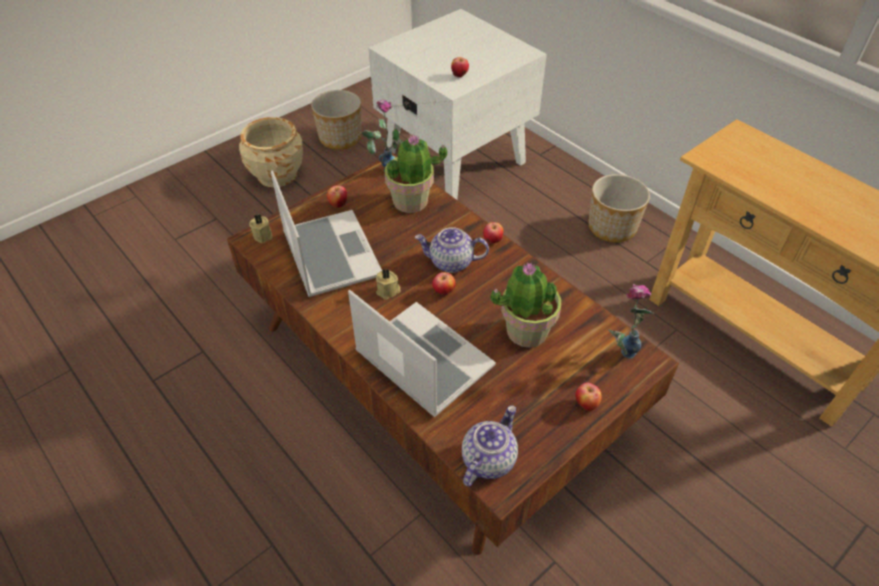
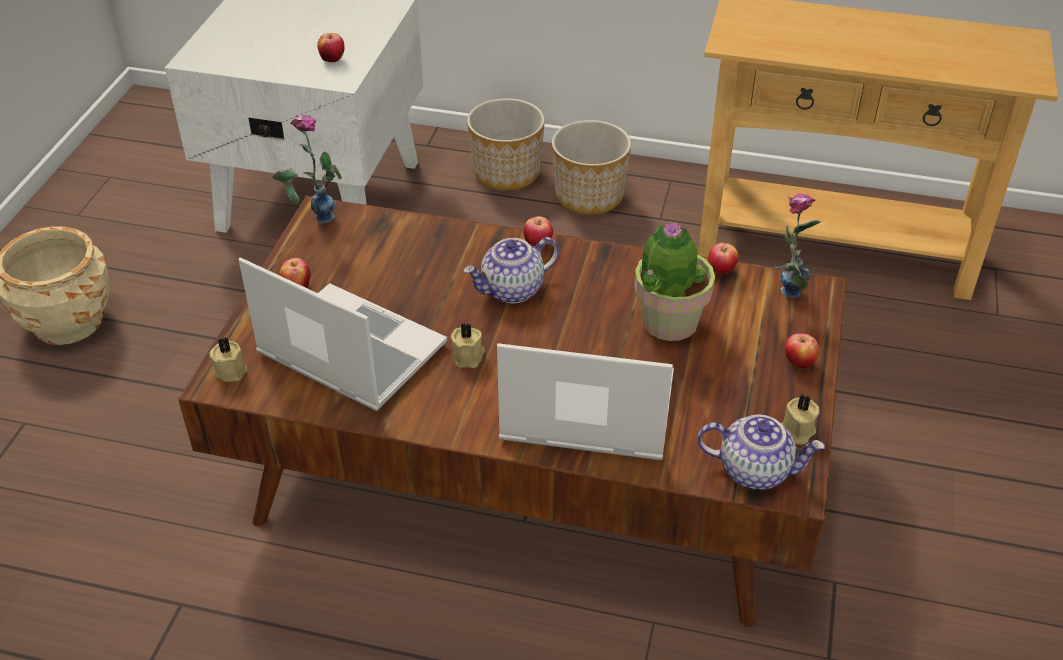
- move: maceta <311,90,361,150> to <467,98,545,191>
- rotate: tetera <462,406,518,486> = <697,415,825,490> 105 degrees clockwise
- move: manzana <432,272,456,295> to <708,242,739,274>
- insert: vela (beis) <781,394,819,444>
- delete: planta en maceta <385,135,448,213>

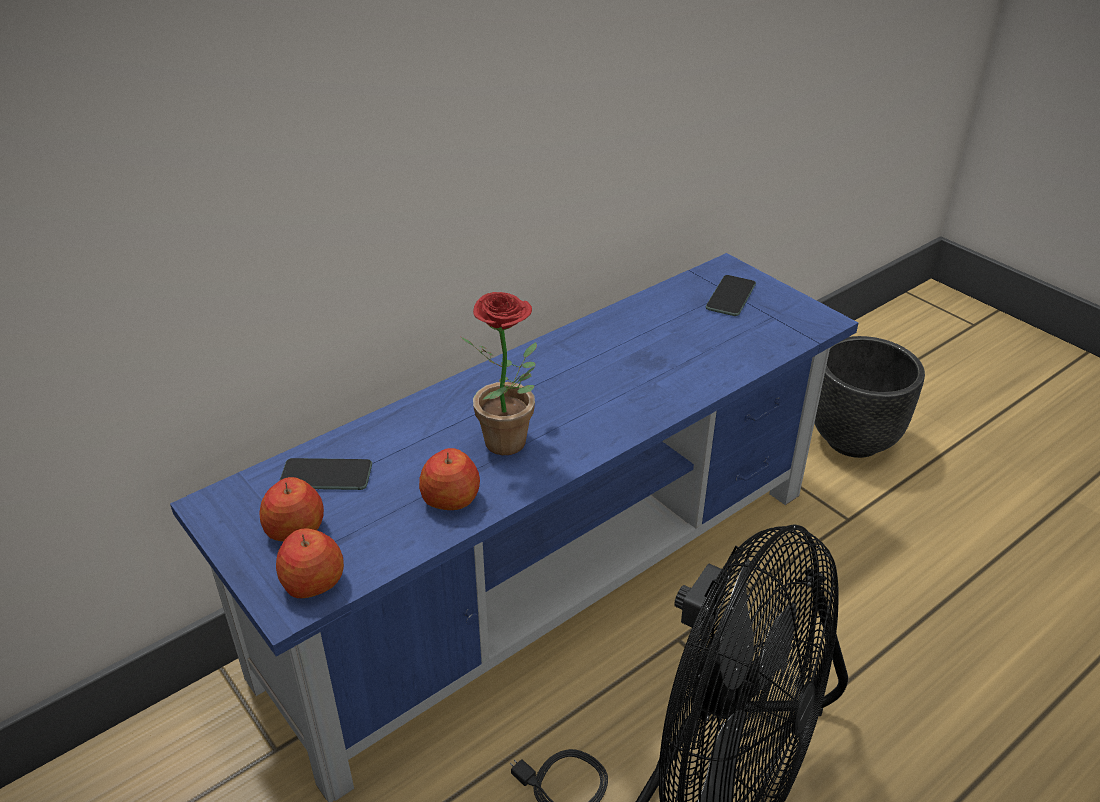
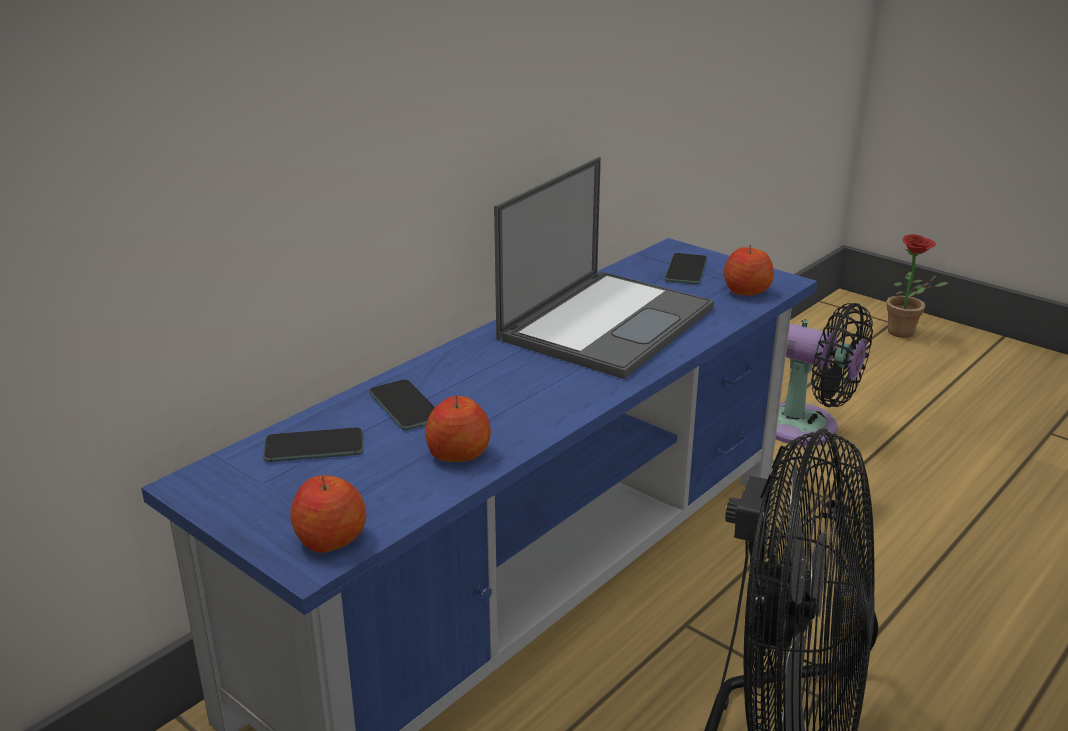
- insert: móvil <369,379,435,430>
- insert: portátil <494,157,714,379>
- move: manzana <259,477,324,542> to <724,244,774,296>
- replace: maceta (negro) <814,336,925,458> to ventilador (negro) <776,303,873,446>
- move: planta en maceta <461,292,537,455> to <886,234,948,338>

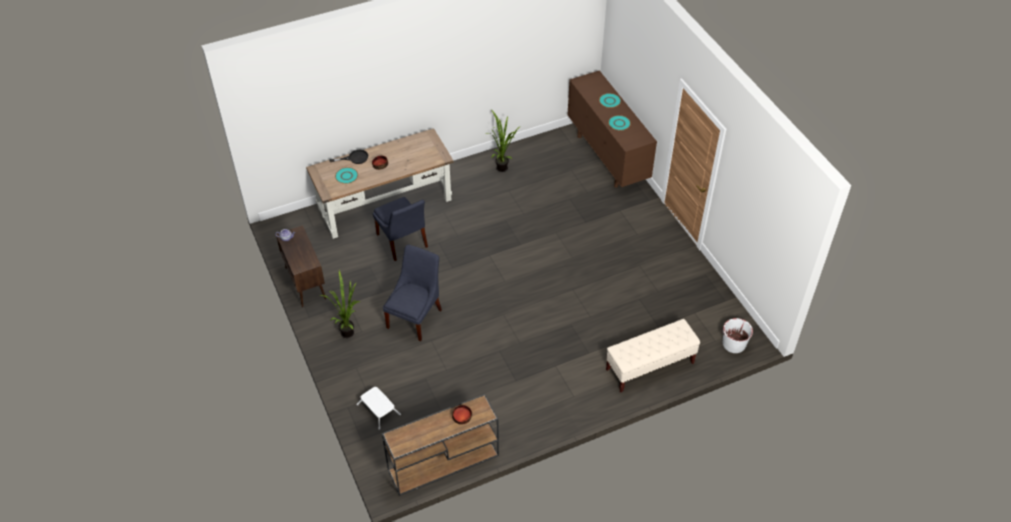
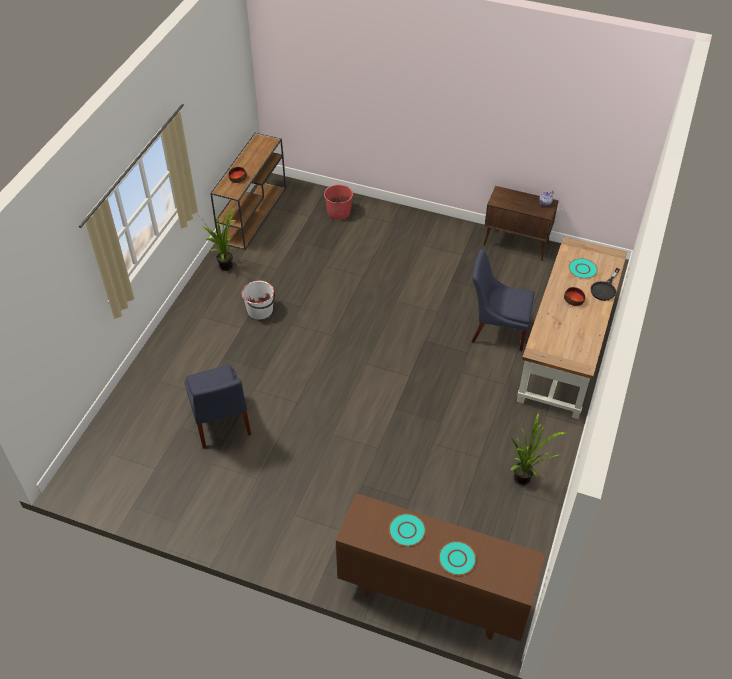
- move: silla (azul) <383,245,442,341> to <184,365,251,448>
- move: planta en maceta <319,271,360,338> to <196,207,236,271>
- move: cubo (blanco) <721,318,753,353> to <242,281,275,319>
- replace: escalera de tijera (blanco) <356,387,401,430> to cubo (rojo) <323,184,354,220>
- delete: banco (beis) <606,319,700,392>

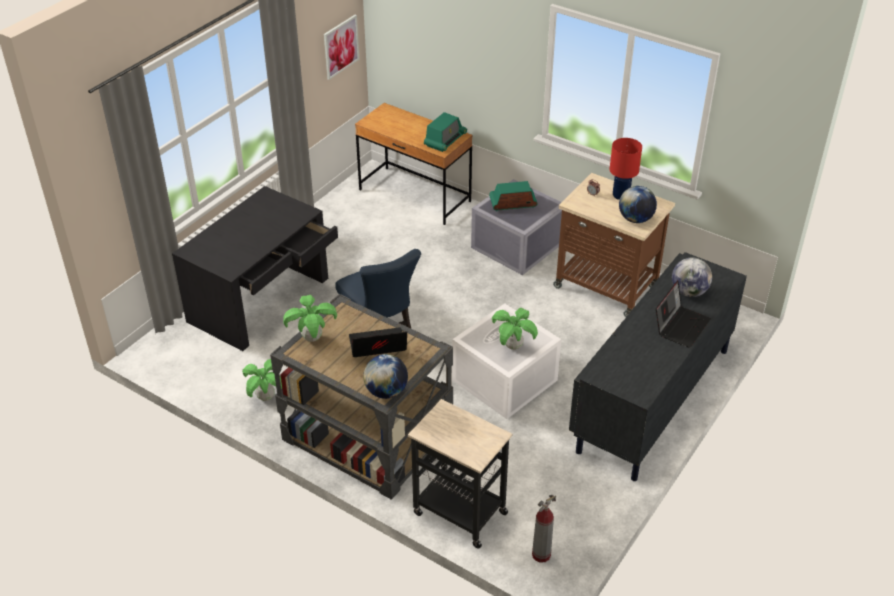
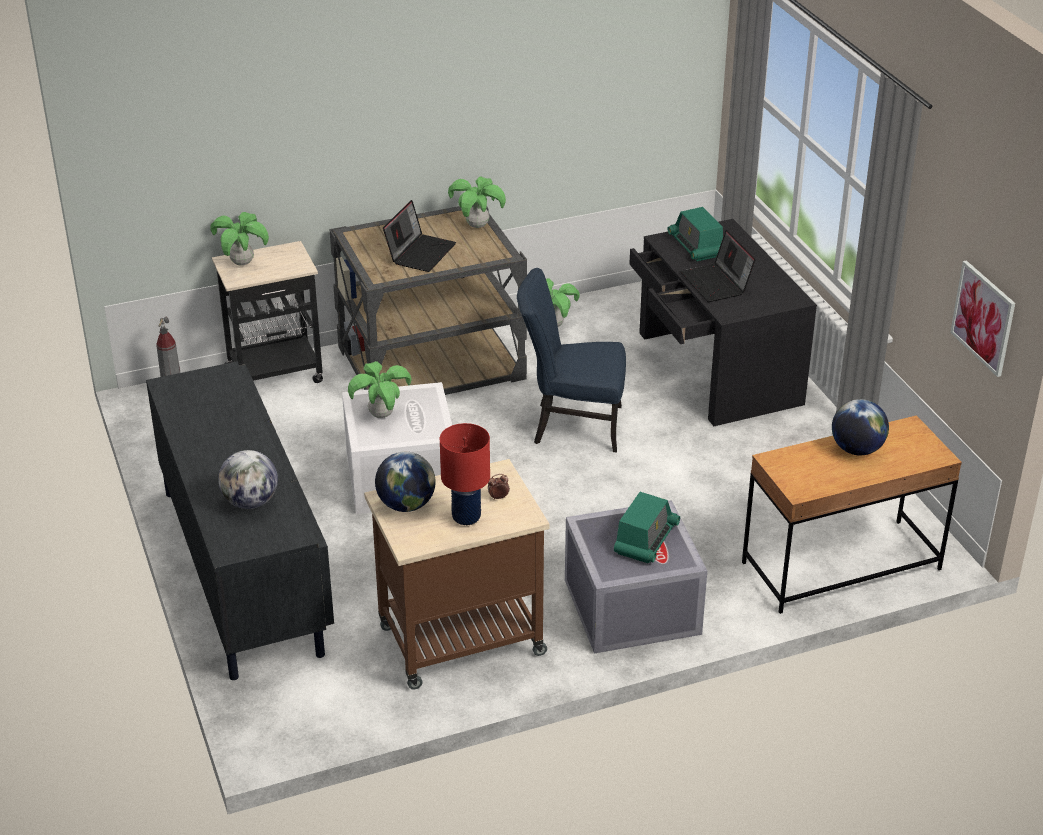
- insert: planta en maceta <211,212,269,265>
- move: radio <424,112,467,152> to <667,207,723,261>
- move: portátil <656,280,711,348> to <681,230,756,302>
- move: globo terráqueo <363,354,408,399> to <832,399,889,455>

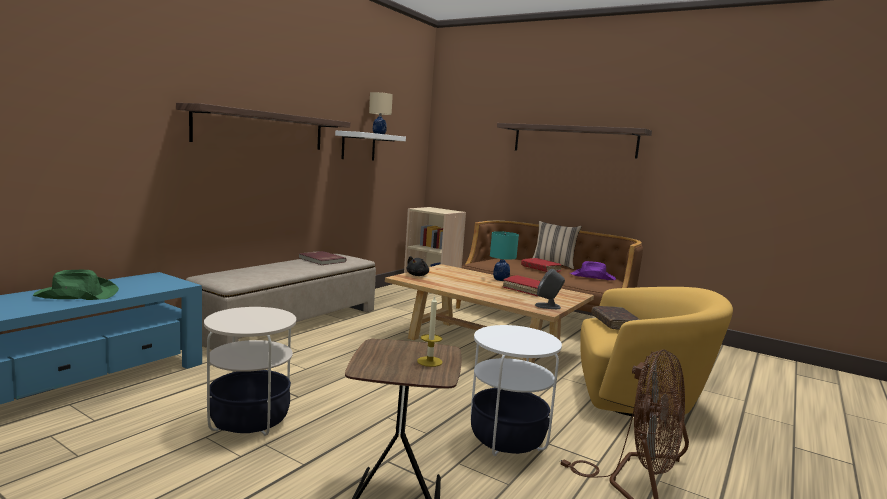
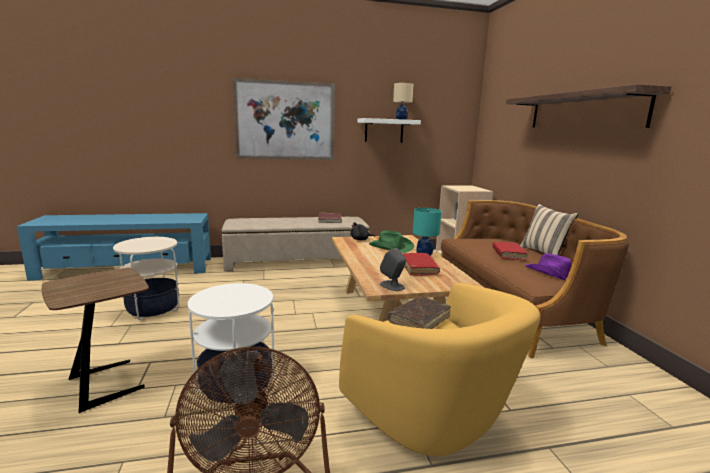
- replace: estante <176,103,350,150> to cuadro <233,78,335,160>
- move: sombrero (verde) <33,270,119,300> to <369,230,414,253>
- delete: vela <417,295,443,367>

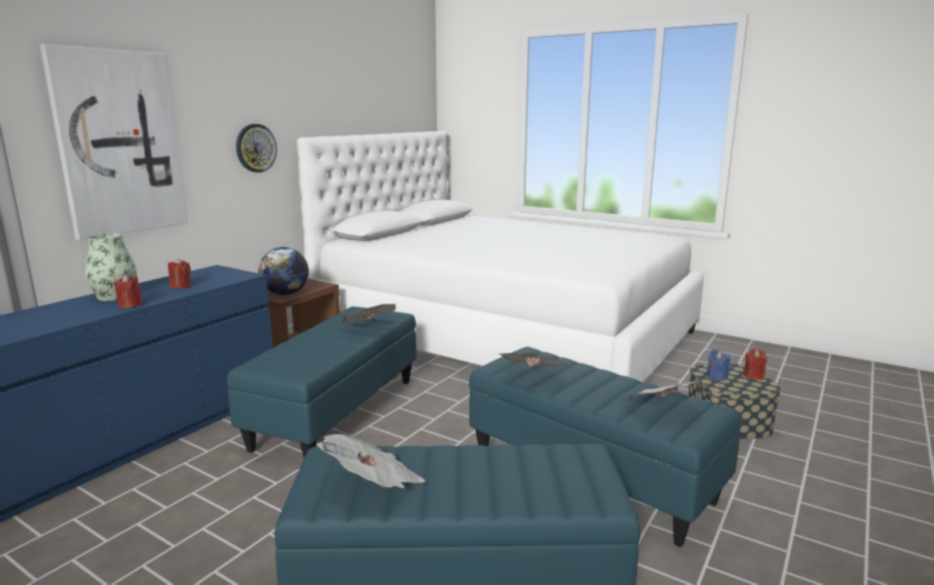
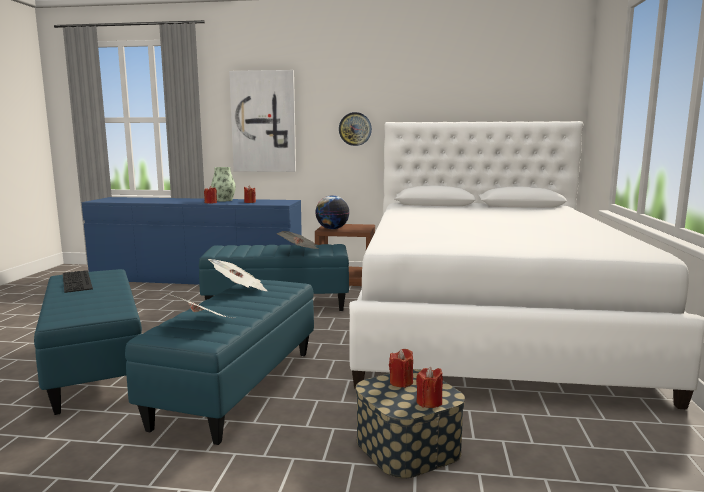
- replace: periódico <316,434,425,488> to teclado <63,270,93,293>
- recolor: vela (azul) <707,350,730,381> to vela (rojo) <389,349,413,388>

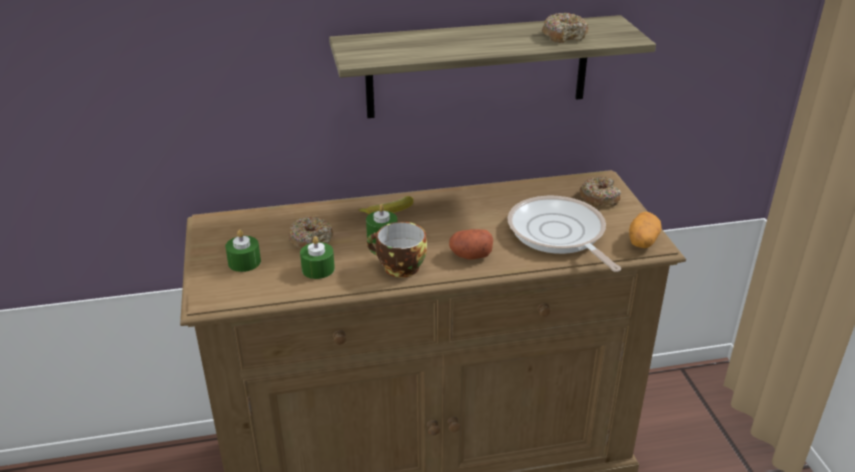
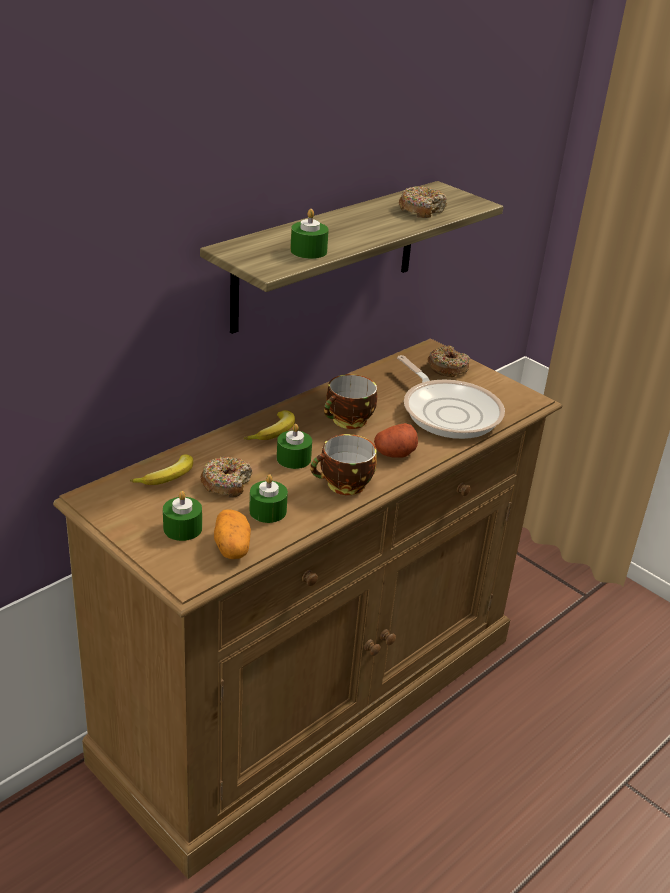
- insert: plátano <129,454,193,485>
- move: patata <629,212,662,248> to <214,510,251,559>
- insert: vela (verde) <290,209,329,259>
- insert: taza <324,374,377,429>
- rotate: sartén <508,196,621,272> = <397,355,505,439> 150 degrees counterclockwise

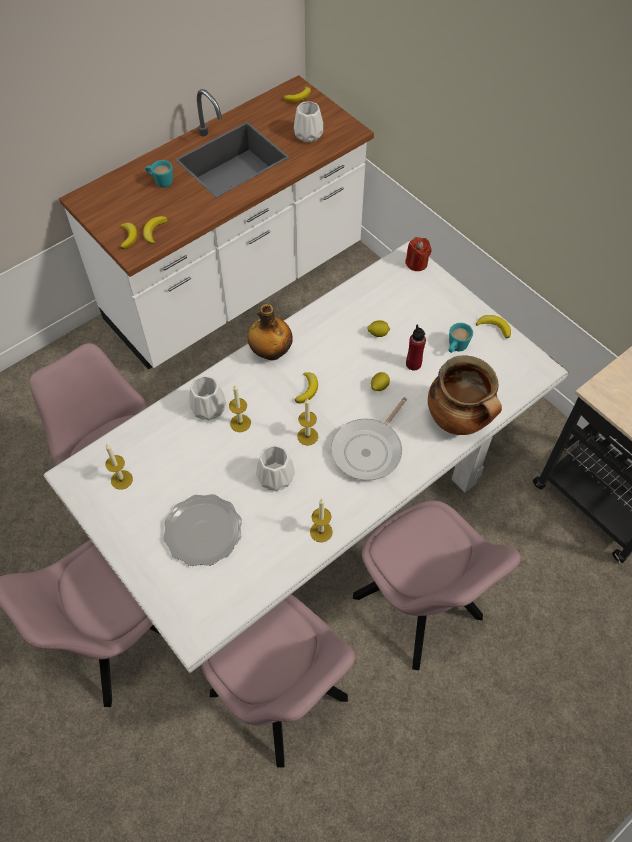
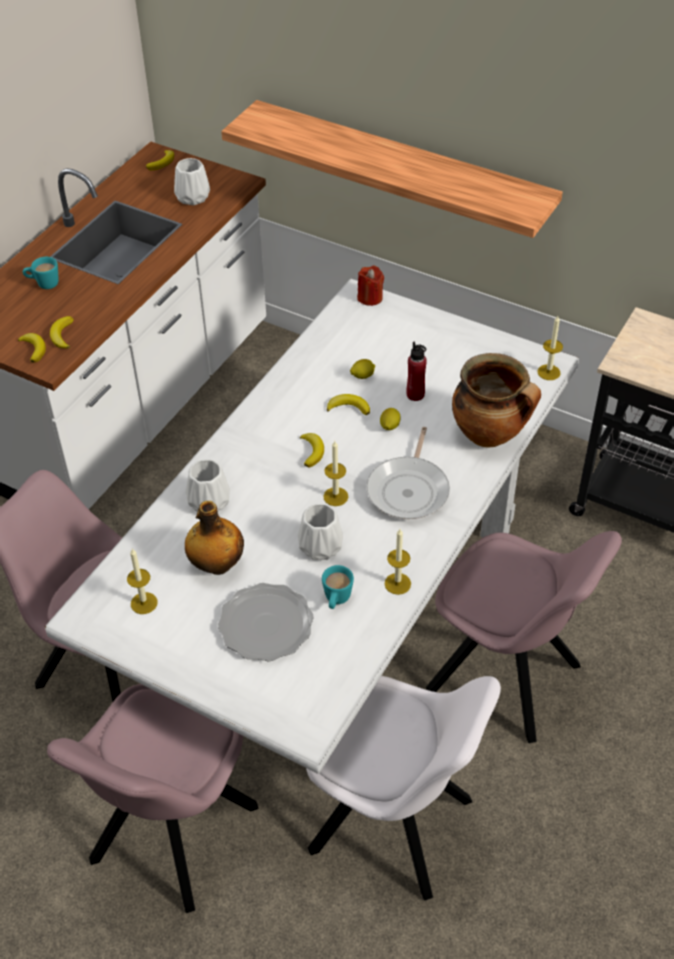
- move: botella <248,304,293,361> to <185,501,244,575>
- insert: estante <221,100,563,238>
- recolor: silla (rosa) <201,594,355,767> to silla (blanco) <306,676,501,901>
- move: taza grande (turquesa) <449,323,473,353> to <322,565,354,609>
- move: plátano <476,315,511,339> to <327,394,370,415>
- move: vela <229,385,251,432> to <538,316,563,380>

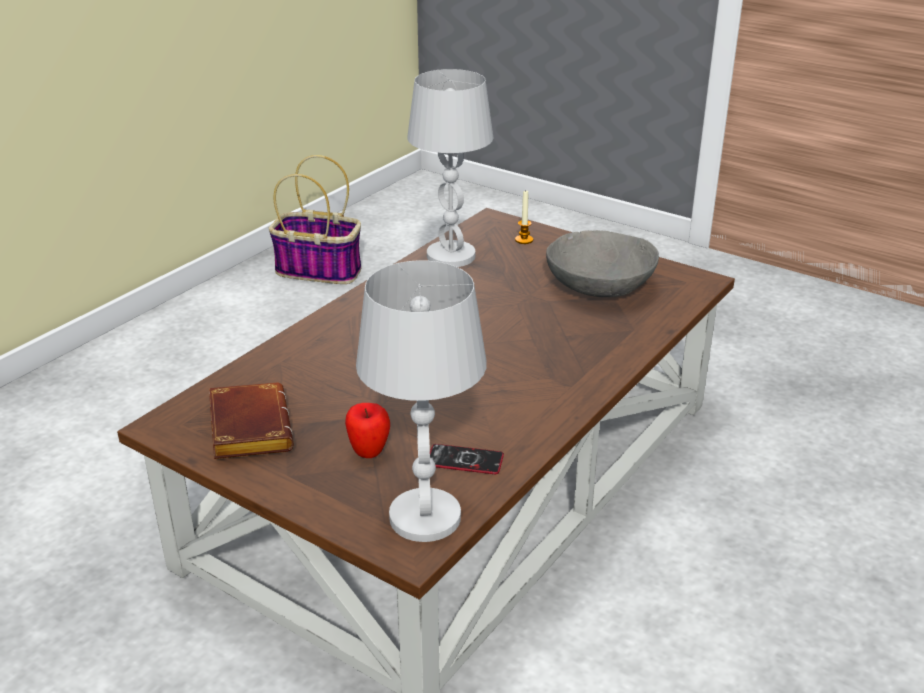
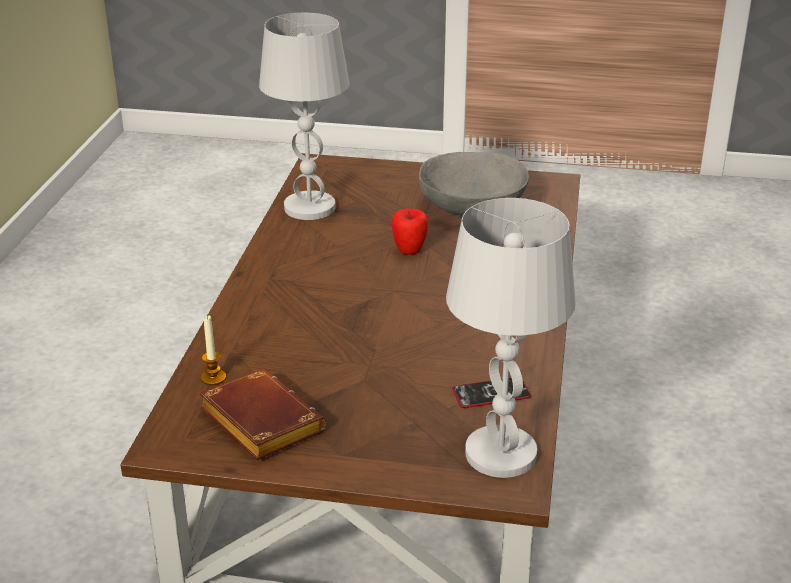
- move: vela <515,191,533,244> to <201,316,226,385>
- move: manzana <345,403,390,458> to <392,208,428,255>
- delete: cesta <269,155,361,284>

